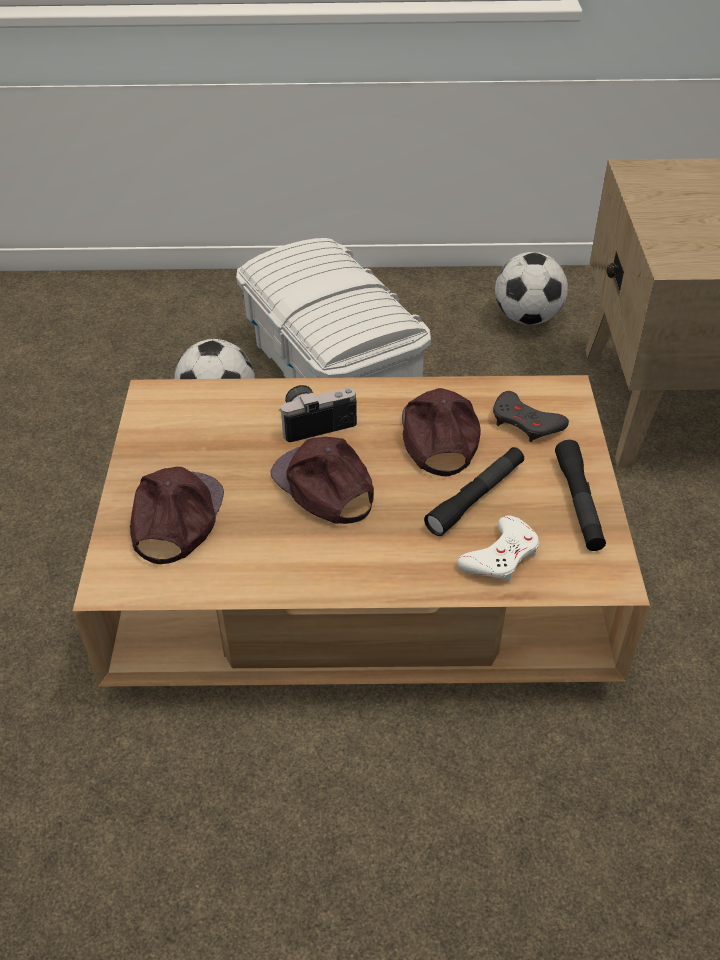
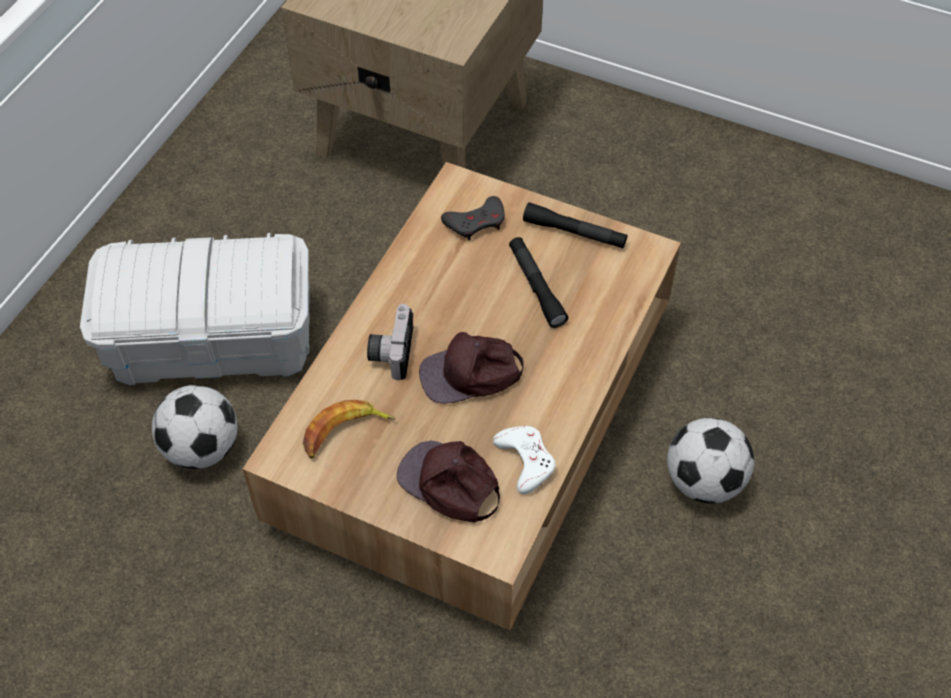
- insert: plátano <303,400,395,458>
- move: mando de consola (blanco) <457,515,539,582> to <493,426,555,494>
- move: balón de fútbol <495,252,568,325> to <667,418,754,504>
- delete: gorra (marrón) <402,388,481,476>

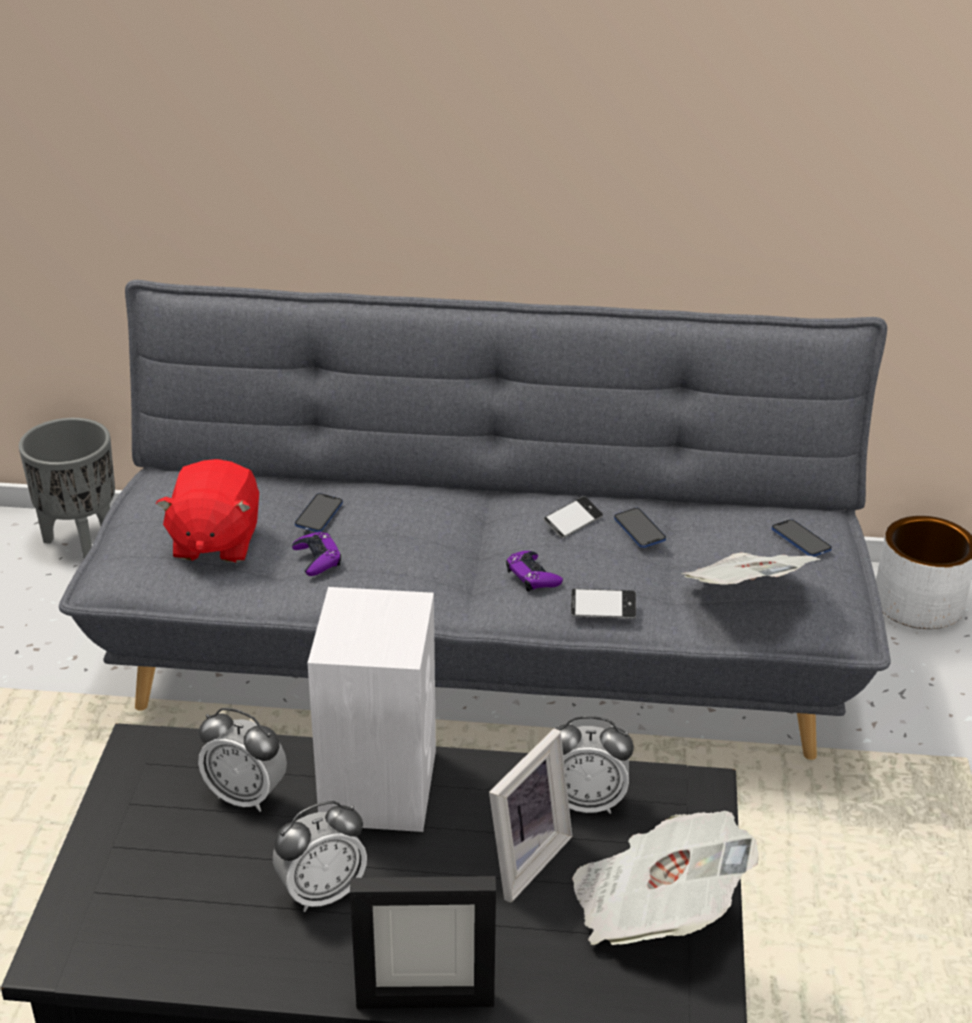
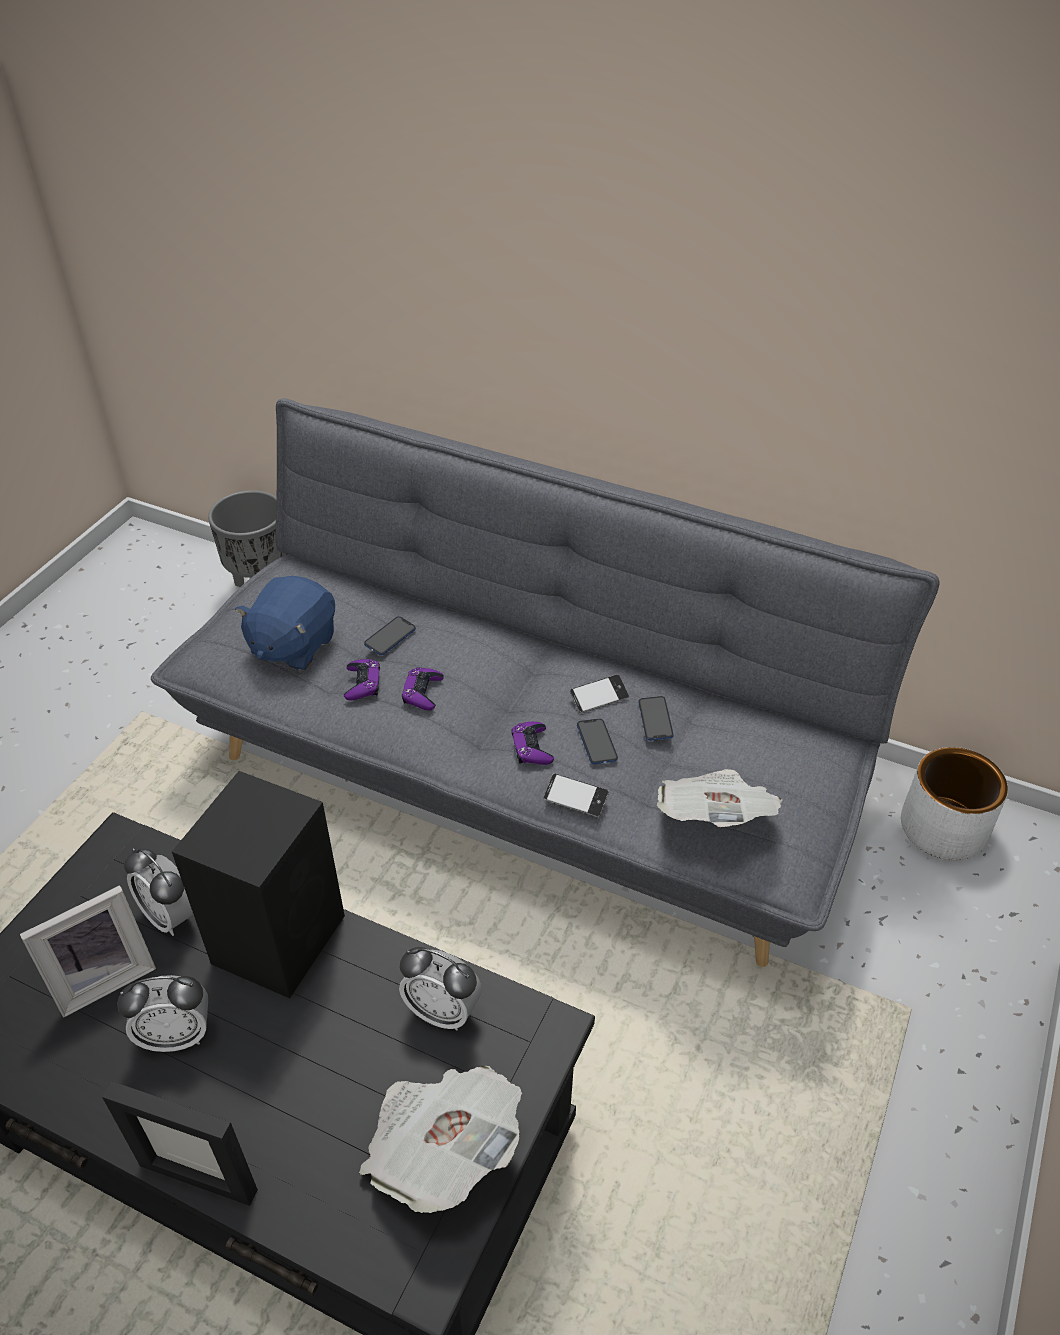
- move: portarretratos <489,729,573,902> to <20,885,156,1017>
- recolor: altavoz (blanco) <307,587,436,832> to altavoz (negro) <172,771,345,998>
- recolor: peluche (rojo) <156,459,259,563> to peluche (azul) <235,576,335,671>
- insert: mando de consola (morado) <402,667,444,710>
- move: móvil <772,519,832,557> to <577,718,618,764>

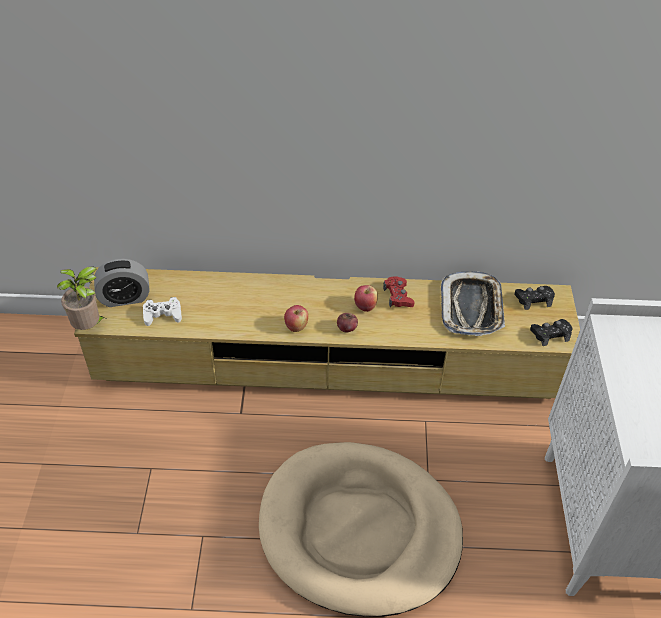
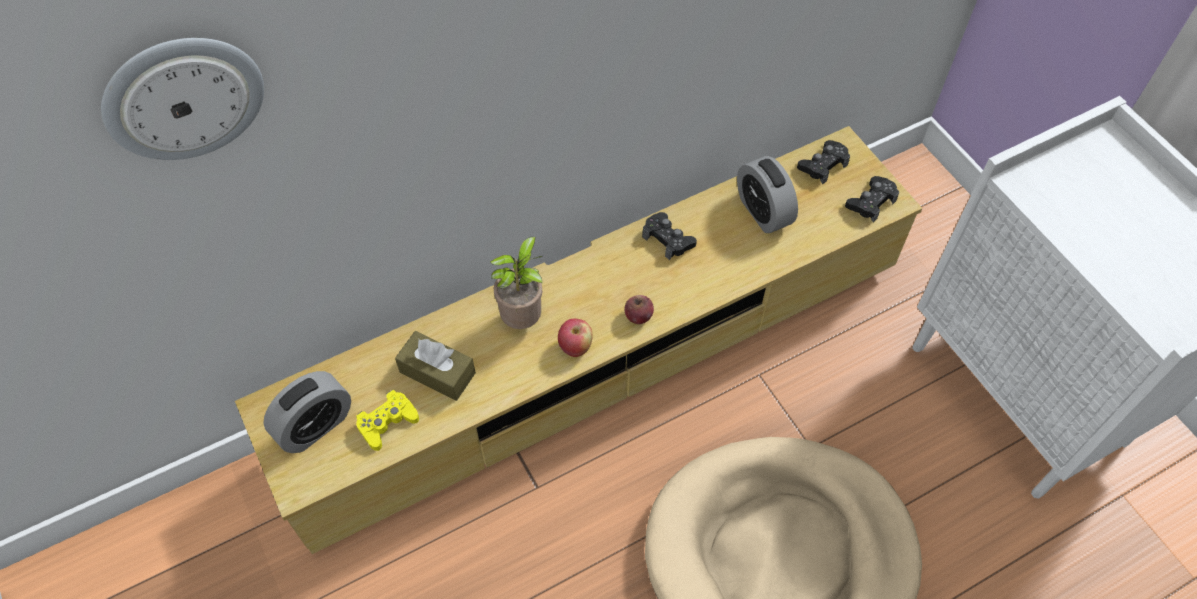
- insert: reloj de pared <101,38,264,160>
- recolor: mando de consola (blanco) <143,297,182,326> to mando de consola (amarillo) <356,390,419,451>
- insert: caja de pañuelos (marrón) <395,331,476,401>
- move: planta en maceta <57,267,106,330> to <490,237,543,329>
- recolor: mando de consola (rojo) <383,276,414,307> to mando de consola (negro) <642,212,697,260>
- replace: bandeja <441,271,505,336> to despertador <737,156,798,233>
- delete: manzana <354,285,377,312>

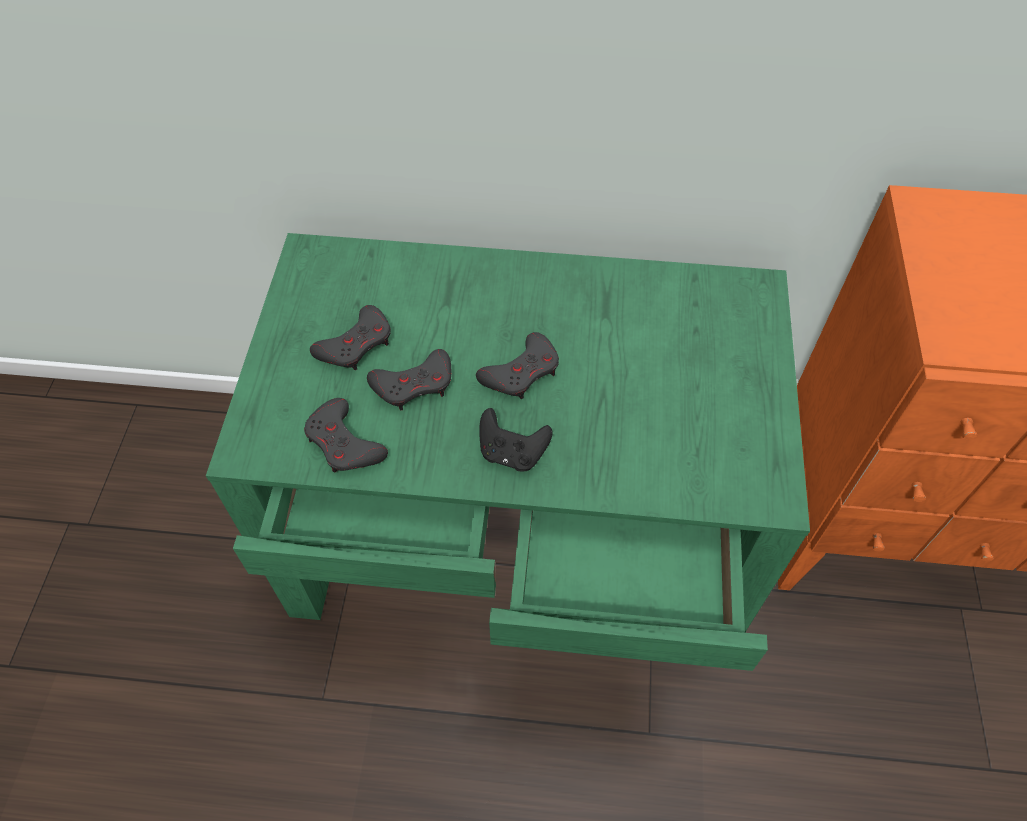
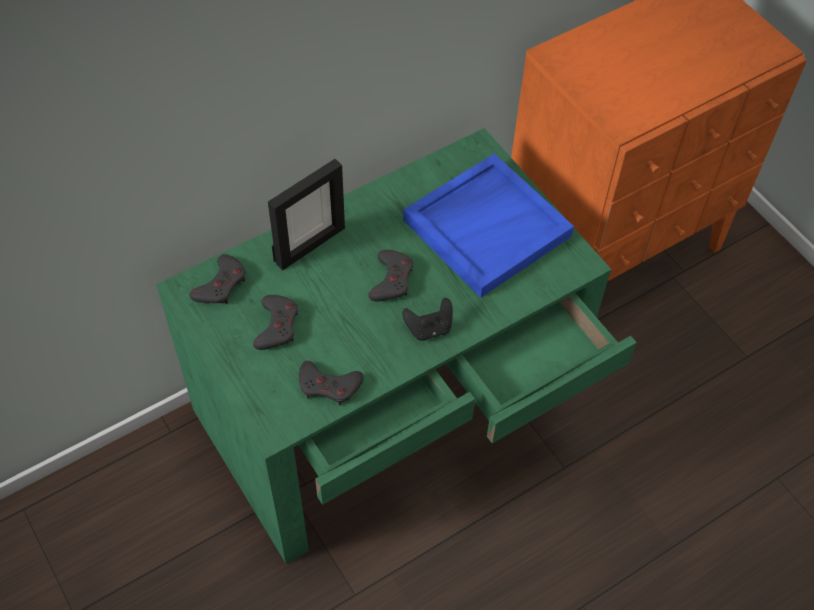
- move: mando de consola (gris) <367,349,452,410> to <189,254,246,304>
- insert: portarretratos <268,159,345,270>
- insert: bandeja (azul) <403,154,574,298>

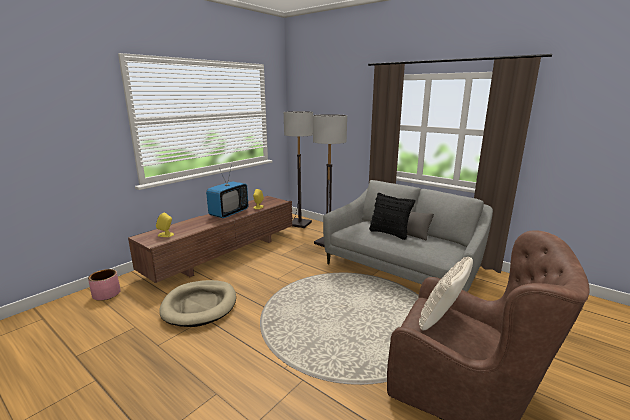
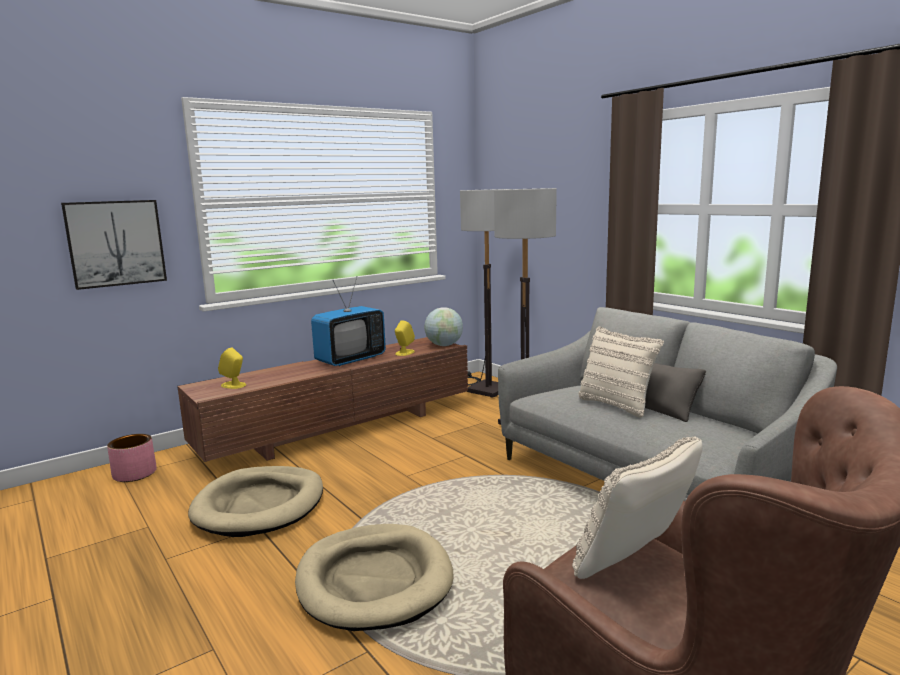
- insert: cuadro <61,200,167,290>
- insert: cama para perro (beis) <295,524,454,631>
- insert: globo terráqueo <425,307,463,346>
- recolor: cojín (negro) <369,193,416,240> to cojín (beis) <578,326,664,417>

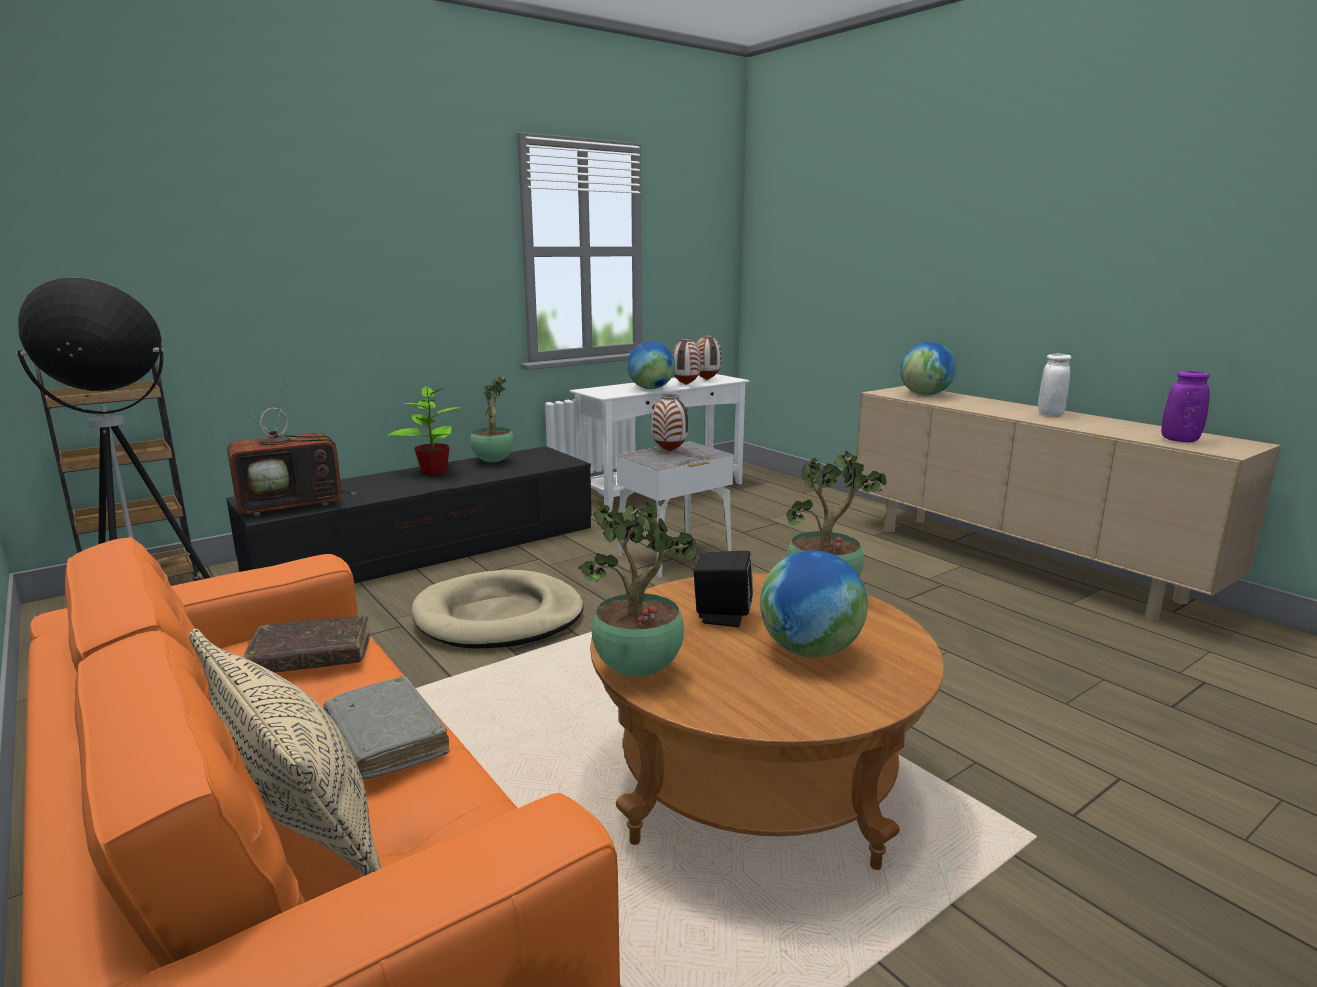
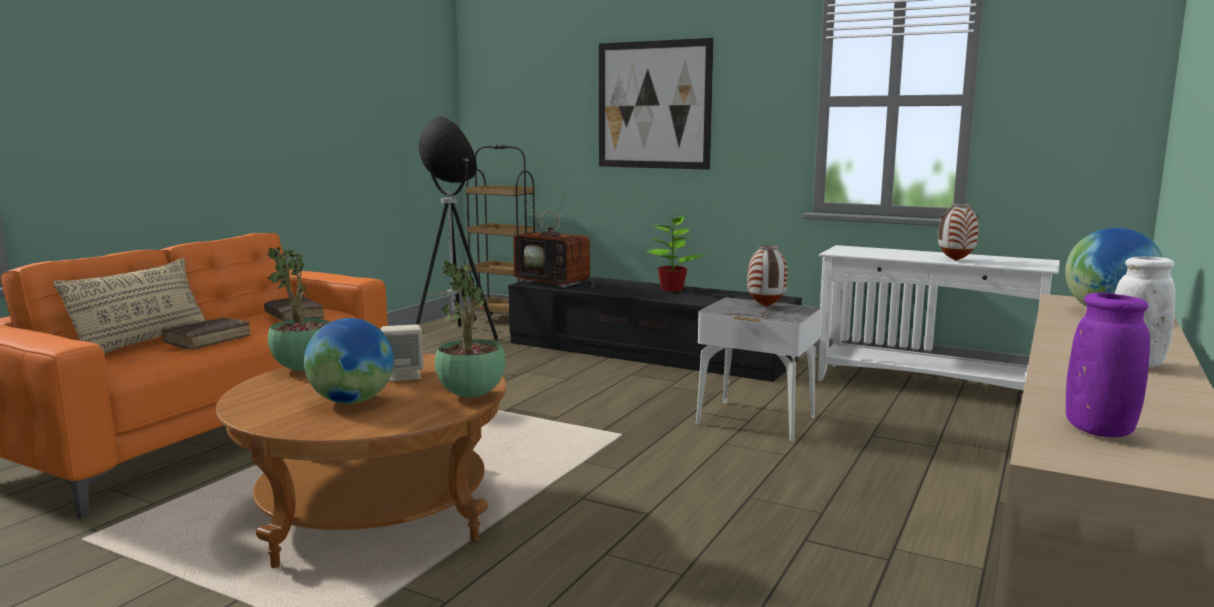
- recolor: libro (gris) <323,676,450,779> to libro (marrón) <162,318,250,350>
- recolor: altavoz (negro) <694,551,753,627> to altavoz (beis) <380,324,424,381>
- insert: cuadro <599,38,713,170>
- delete: cama para perro (beis) <412,570,583,649>
- delete: planta en maceta <470,376,514,462>
- delete: globo terráqueo <627,341,675,389>
- delete: florero <696,335,722,380>

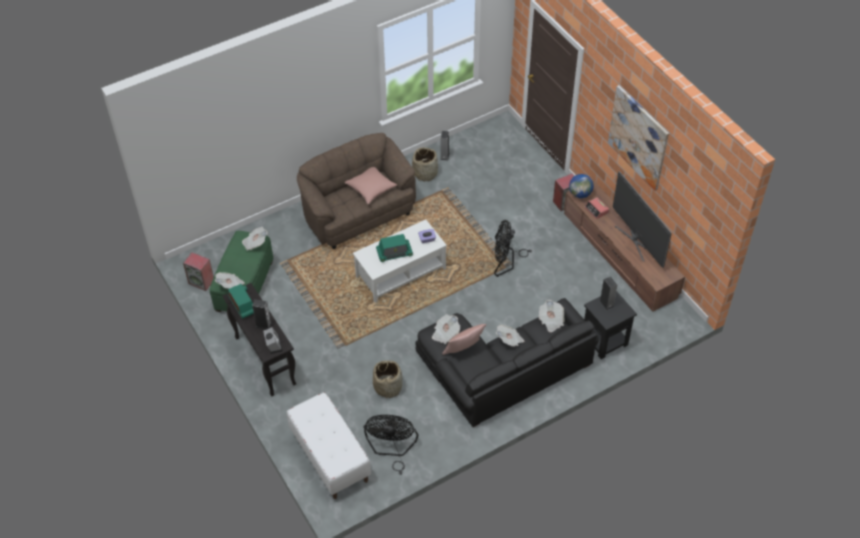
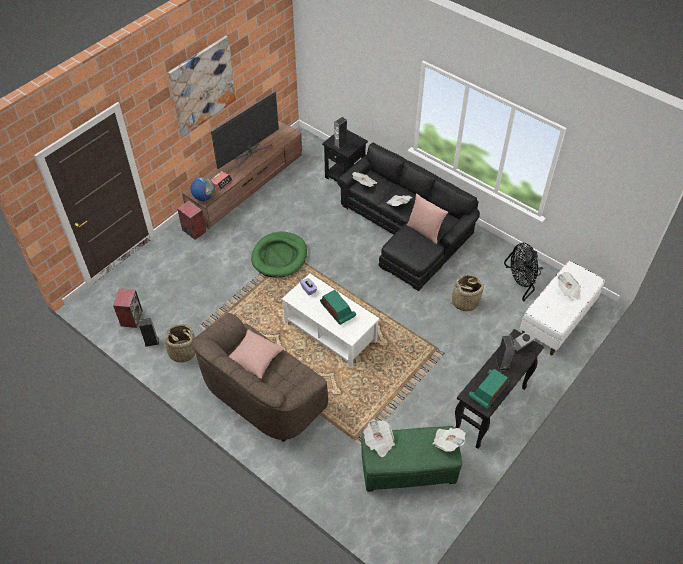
- move: altavoz <183,252,214,291> to <113,288,143,328>
- replace: ventilador (negro) <494,220,532,277> to cama para perro (verde) <251,232,307,278>
- move: periódico <432,314,460,344> to <557,272,581,300>

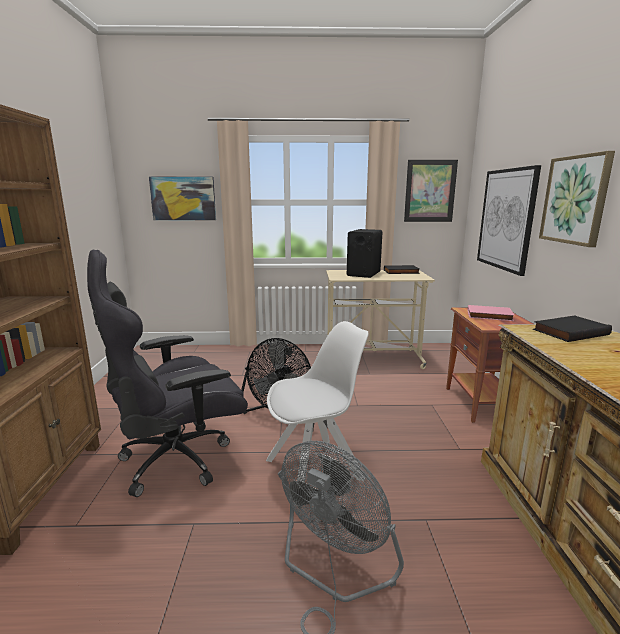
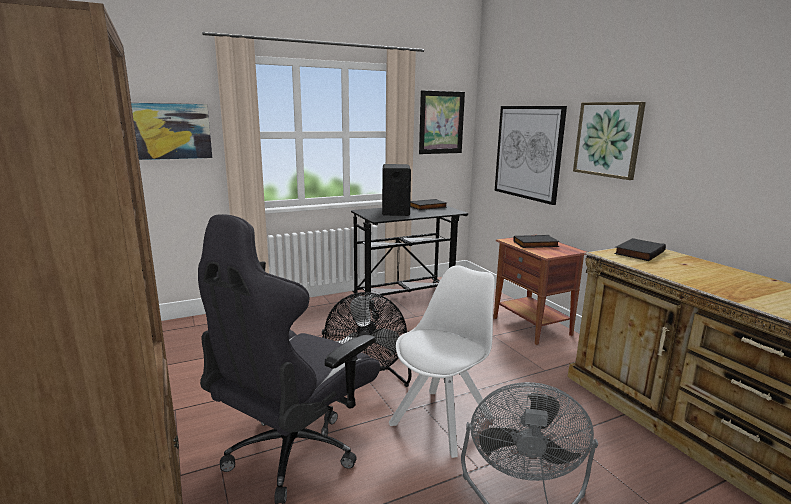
- recolor: escritorio (beis) <326,270,435,369> to escritorio (negro) <351,206,468,319>
- recolor: libro (rosa) <467,305,515,321> to libro (negro) <513,235,560,248>

